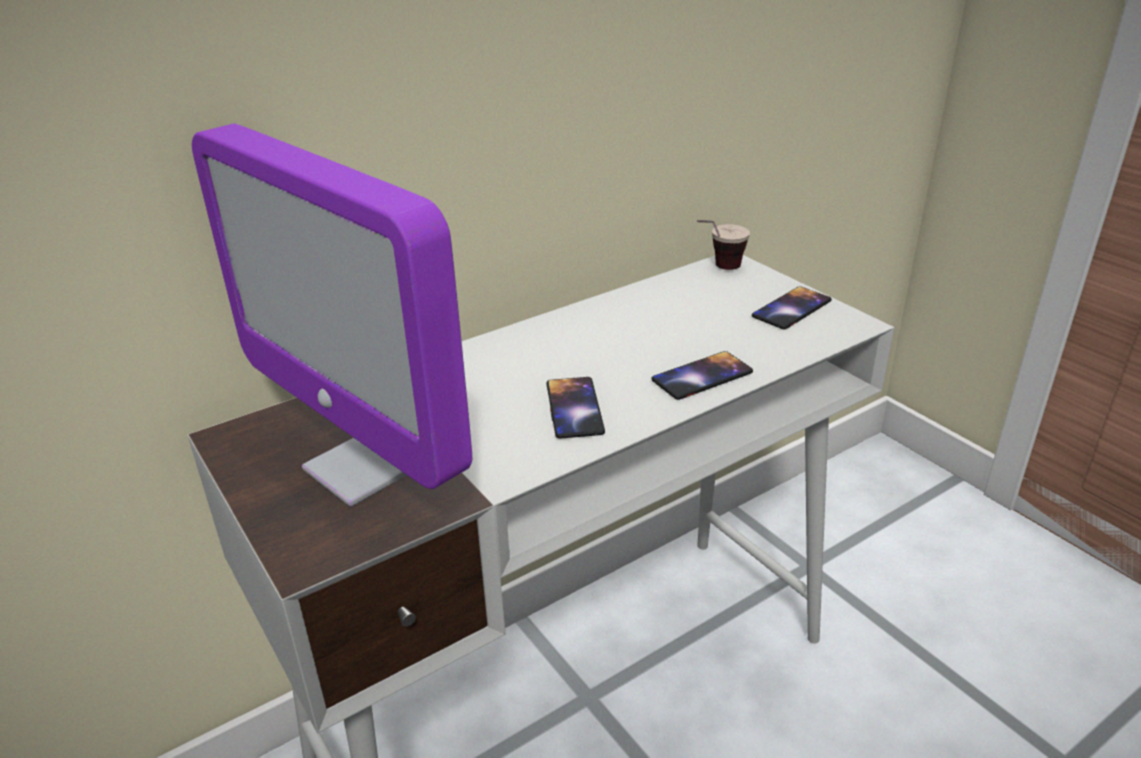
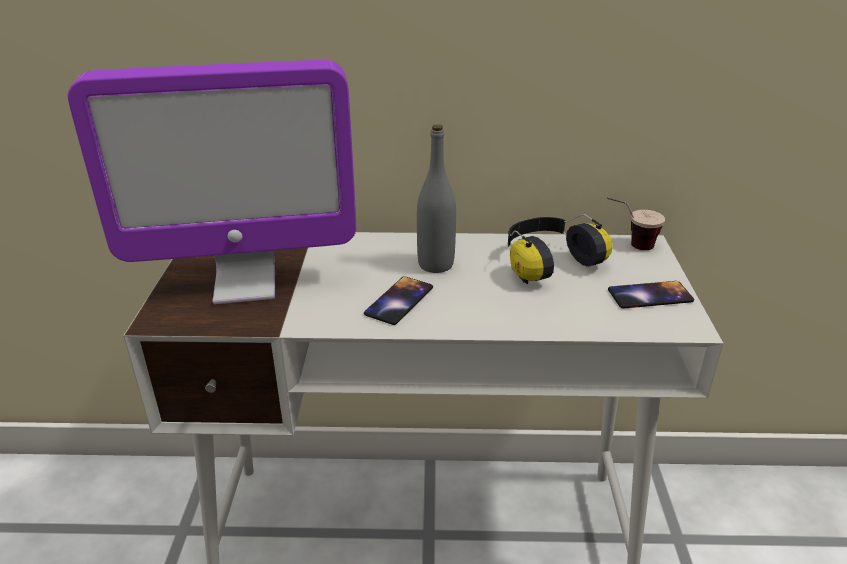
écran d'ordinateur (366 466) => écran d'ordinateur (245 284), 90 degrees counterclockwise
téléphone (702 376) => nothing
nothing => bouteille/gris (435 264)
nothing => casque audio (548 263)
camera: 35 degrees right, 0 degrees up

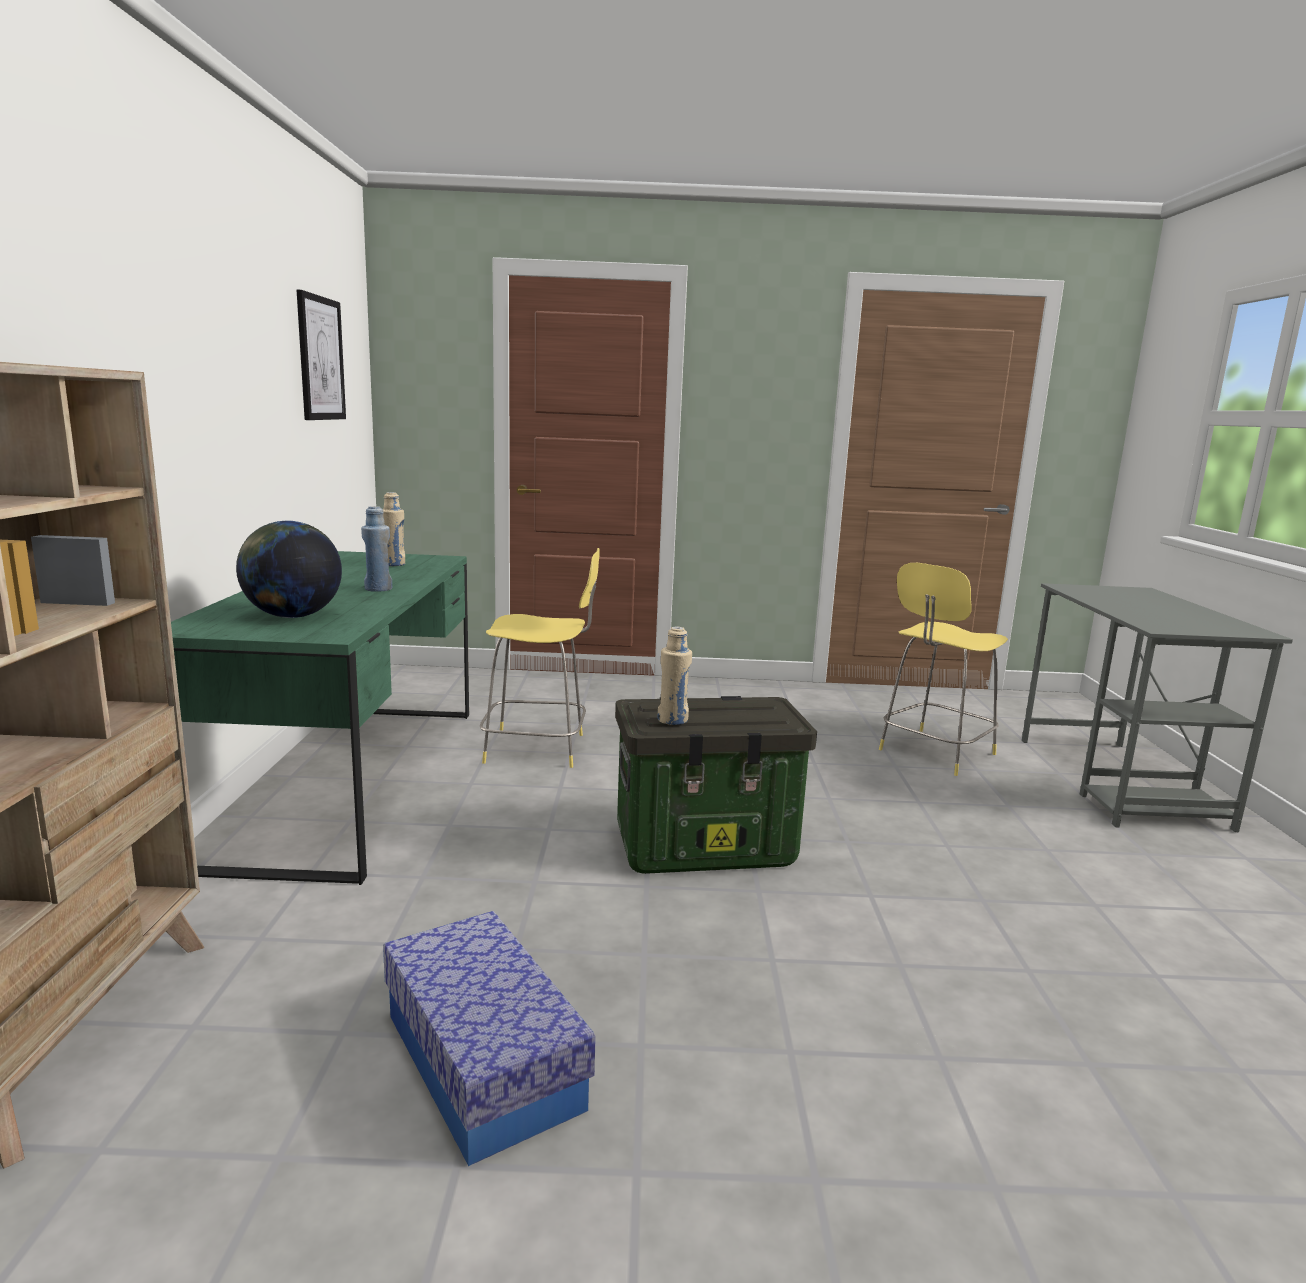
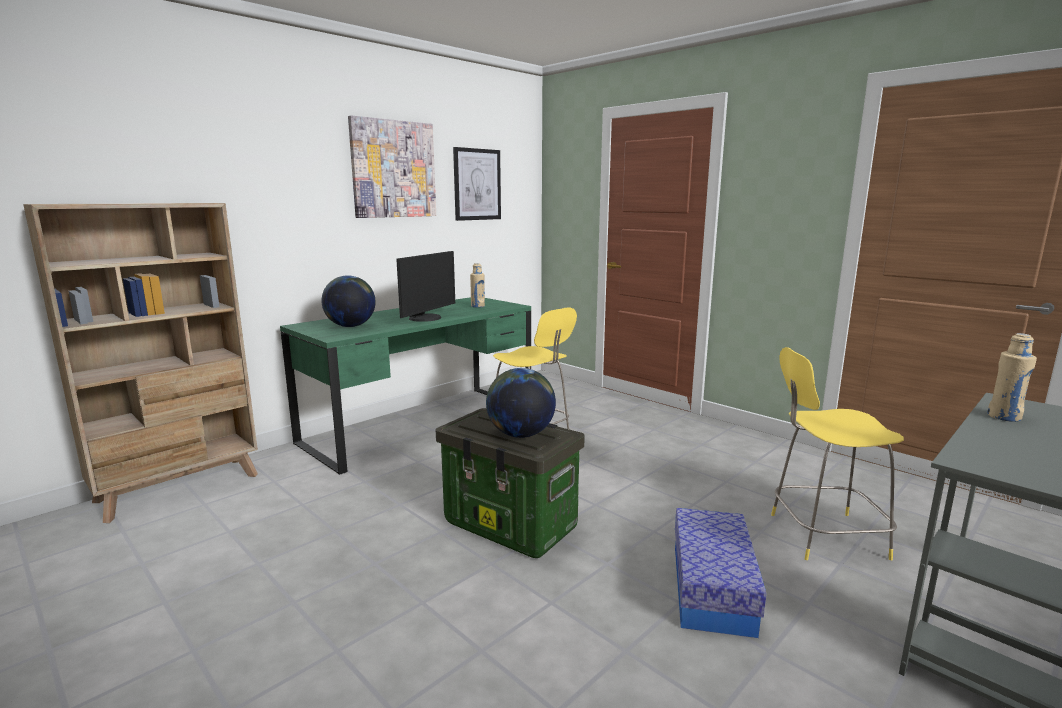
bouteille/bleu (378 589) => écran d'ordinateur (426 318)
boîte de rangement (482 1061) => boîte de rangement (711 588), shifted
bouteille/beige (672 720) => bouteille/beige (1004 417), shifted
nothing => tableau (393 169)
nothing => globe (520 434)
camera: 45 degrees right, 0 degrees up

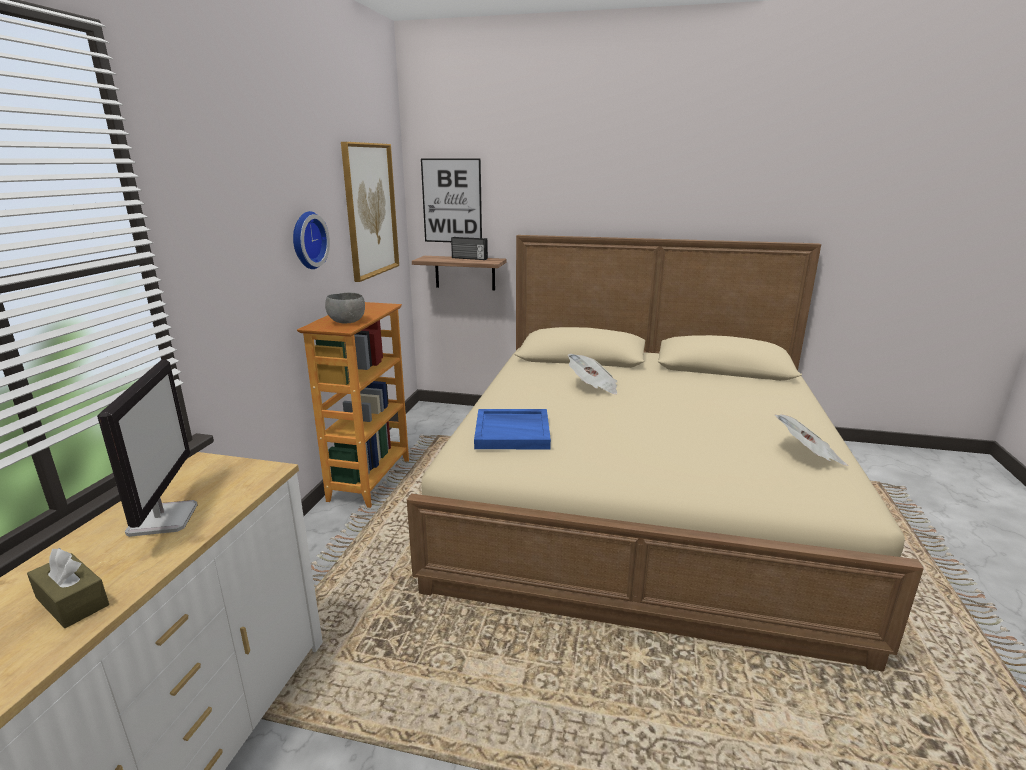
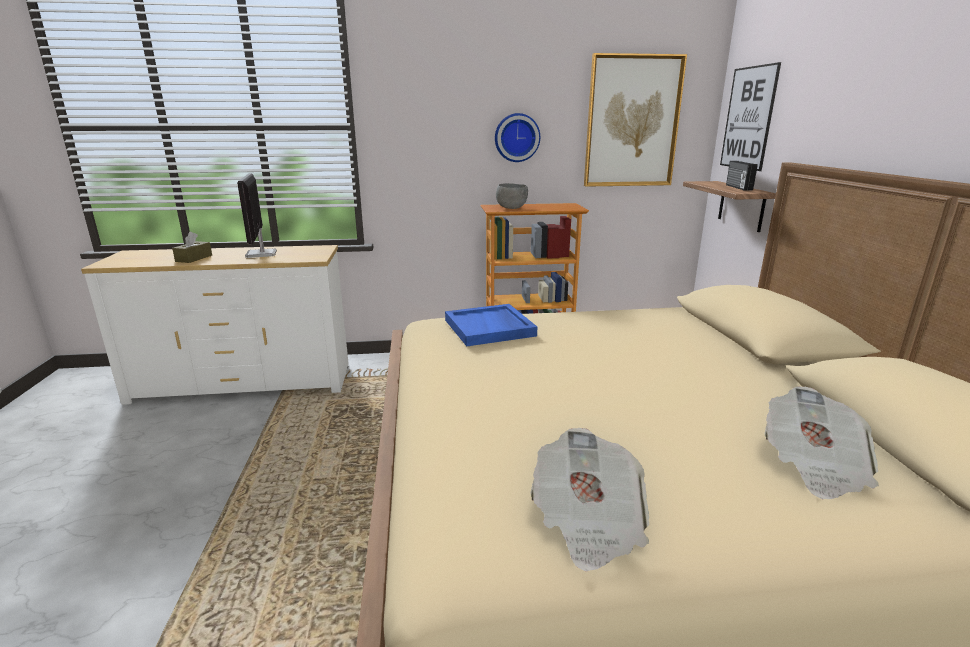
écran d'ordinateur (163 518) => écran d'ordinateur (261 254), 105 degrees clockwise
journal (593 387) => journal (814 466), shifted
camera: 70 degrees right, 0 degrees up

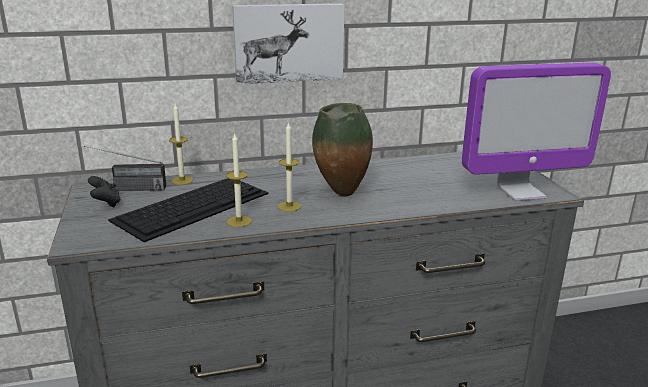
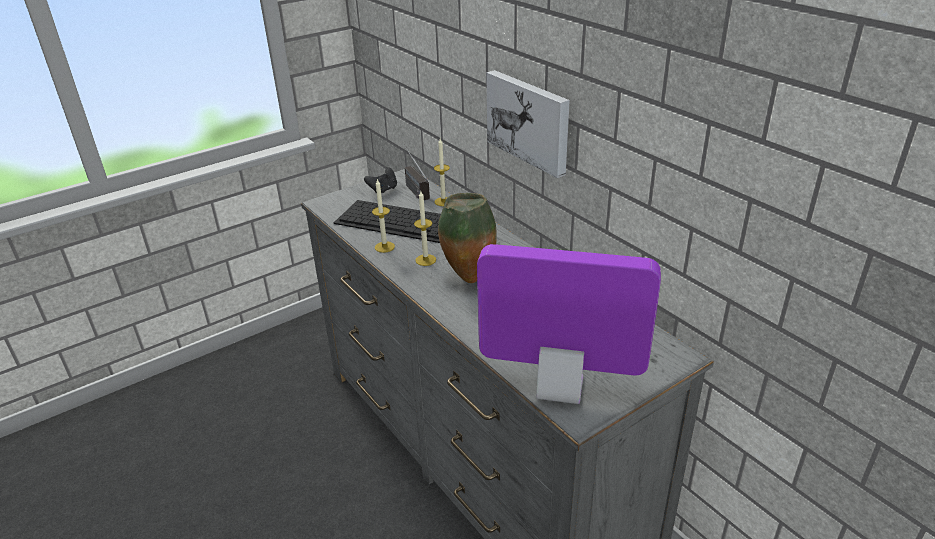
écran d'ordinateur (521 192) => écran d'ordinateur (560 389), 135 degrees clockwise
camera: 70 degrees right, 10 degrees up

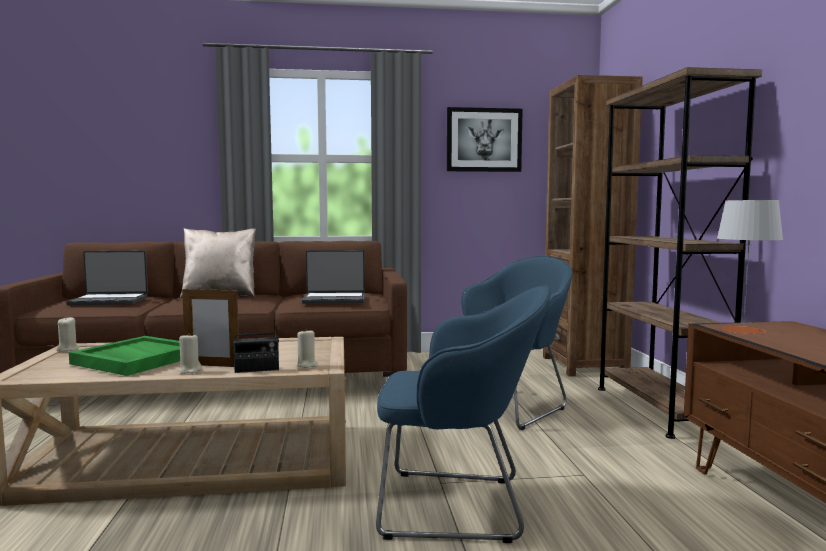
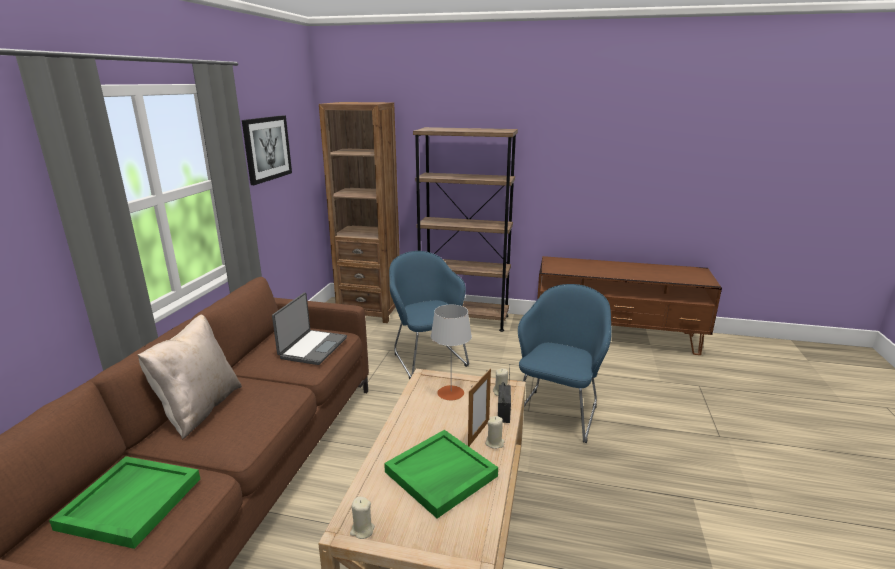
ordinateur portable (109 301) => plateau/vert (131 502)
lampe de table/gris (743 330) => lampe de table/gris (451 393), shifted
camera: 70 degrees left, 15 degrees up

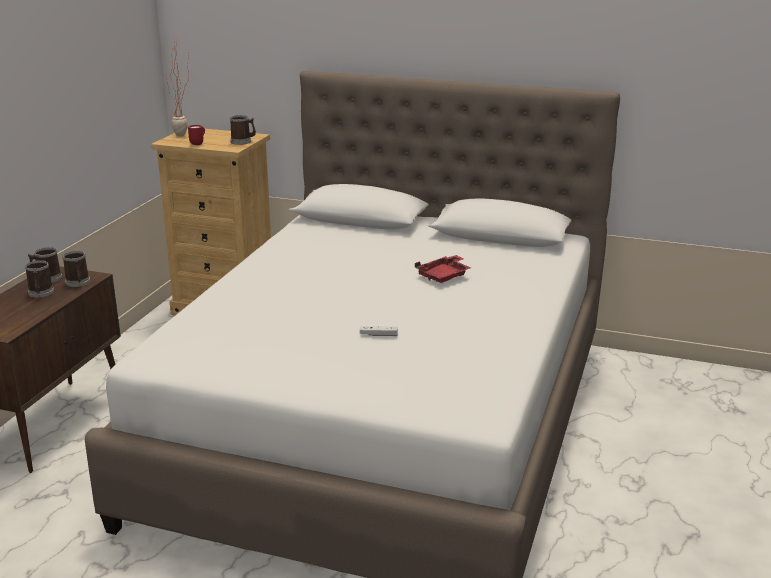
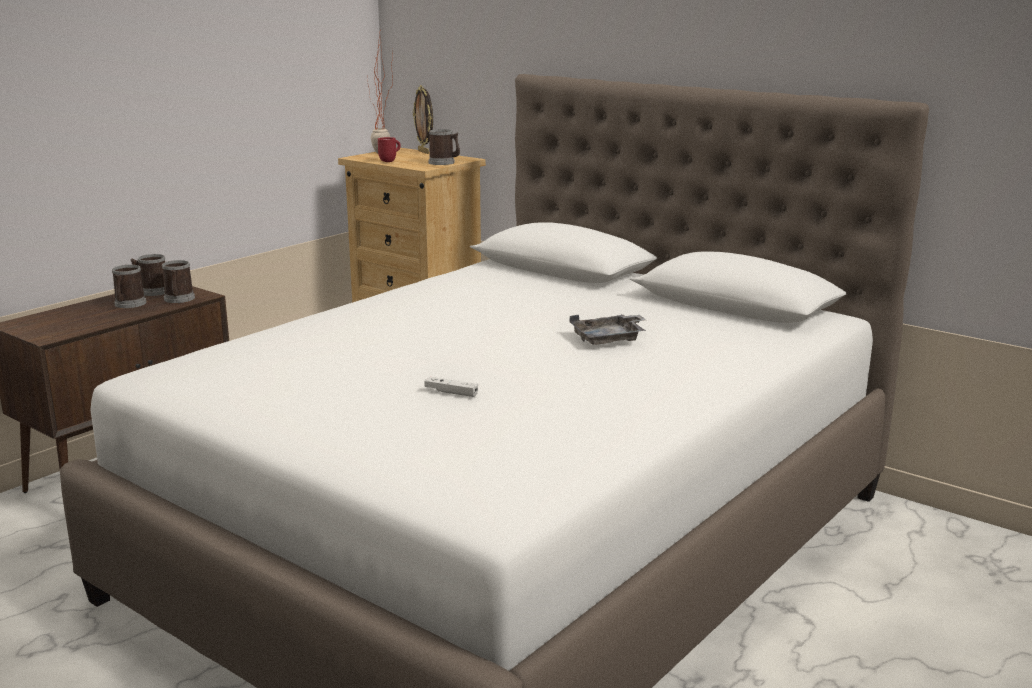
plateau/rouge (444 276) => plateau/gris (609 339)
nothing => cadre photo (424 152)
camera: 20 degrees right, 5 degrees down

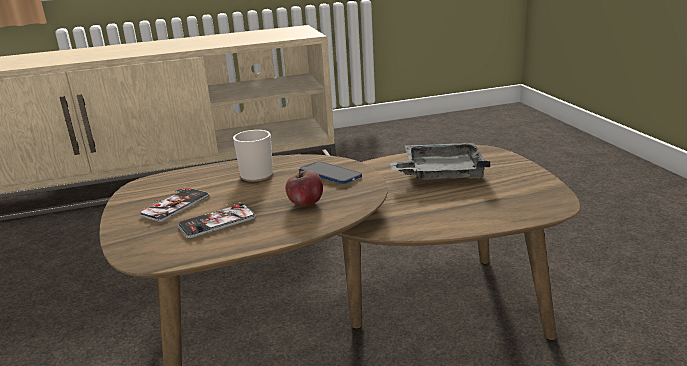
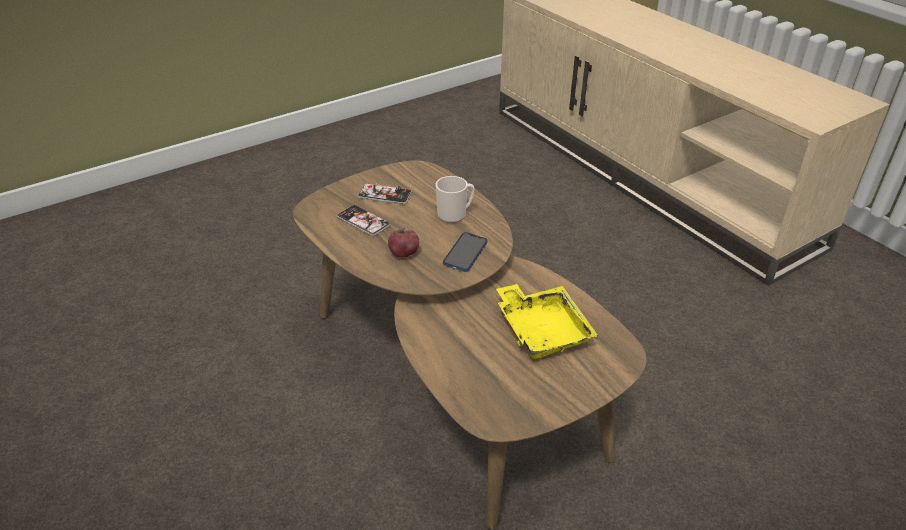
plateau/gris (440 173) => plateau/jaune (542 330)
camera: 70 degrees right, 15 degrees up

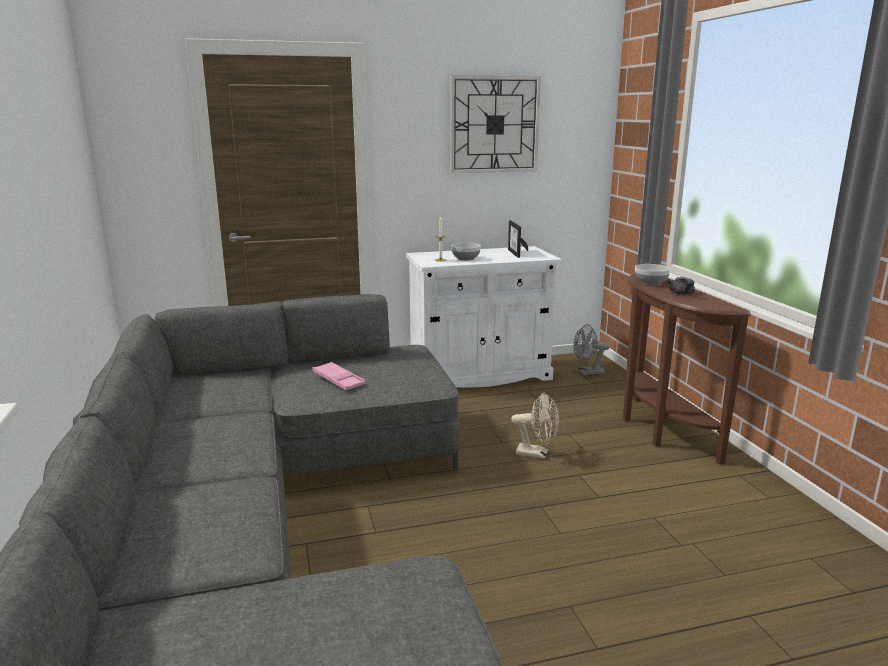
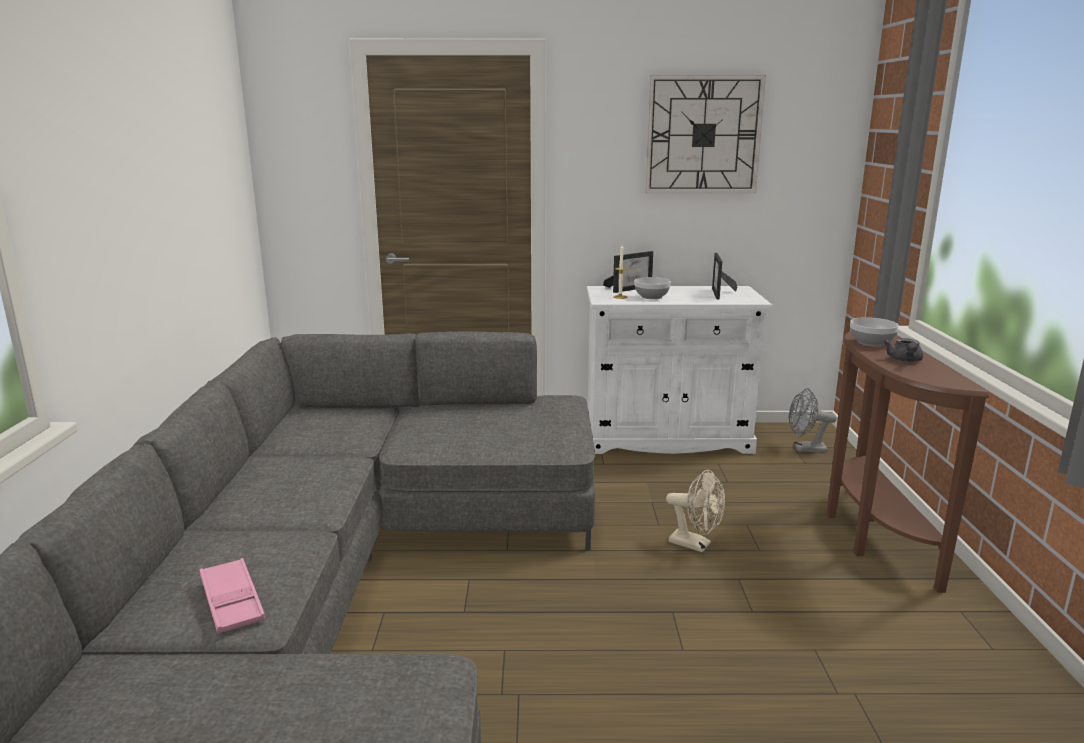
plateau/rose (338 380) => plateau/rose (232 601), shifted
nothing => cadre photo (630 288)
camera: 15 degrees right, 0 degrees up

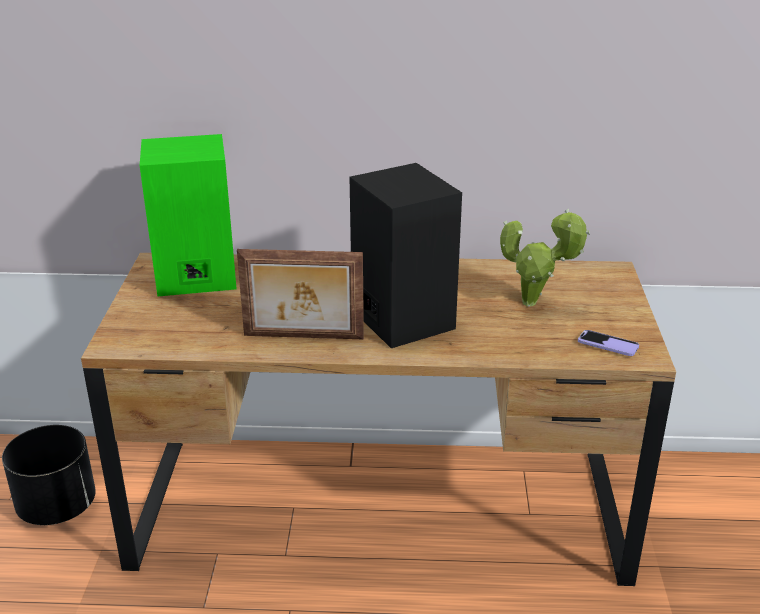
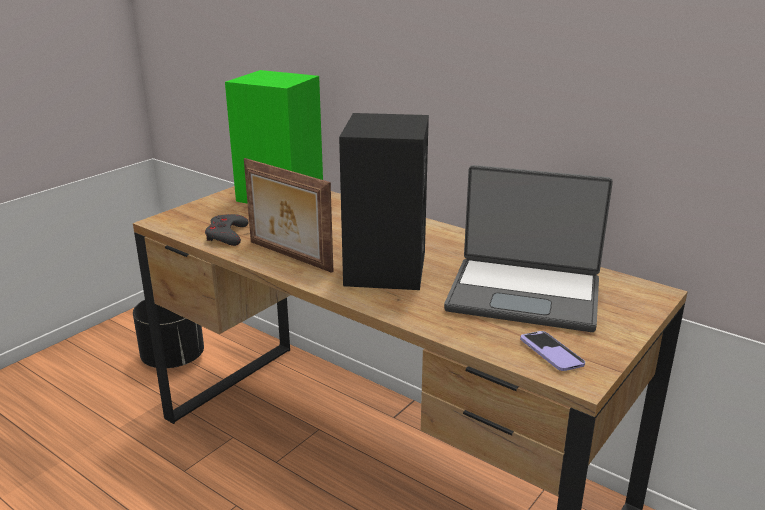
plante en pot (534 304) => ordinateur portable (524 294)
nothing => manette/gris (227 235)
camera: 35 degrees right, 5 degrees down

